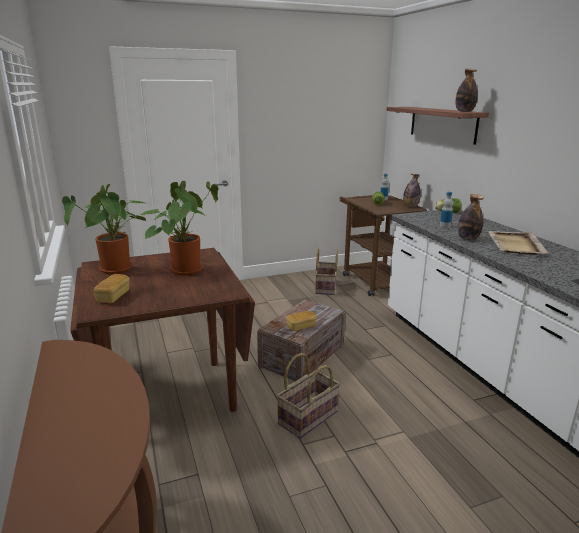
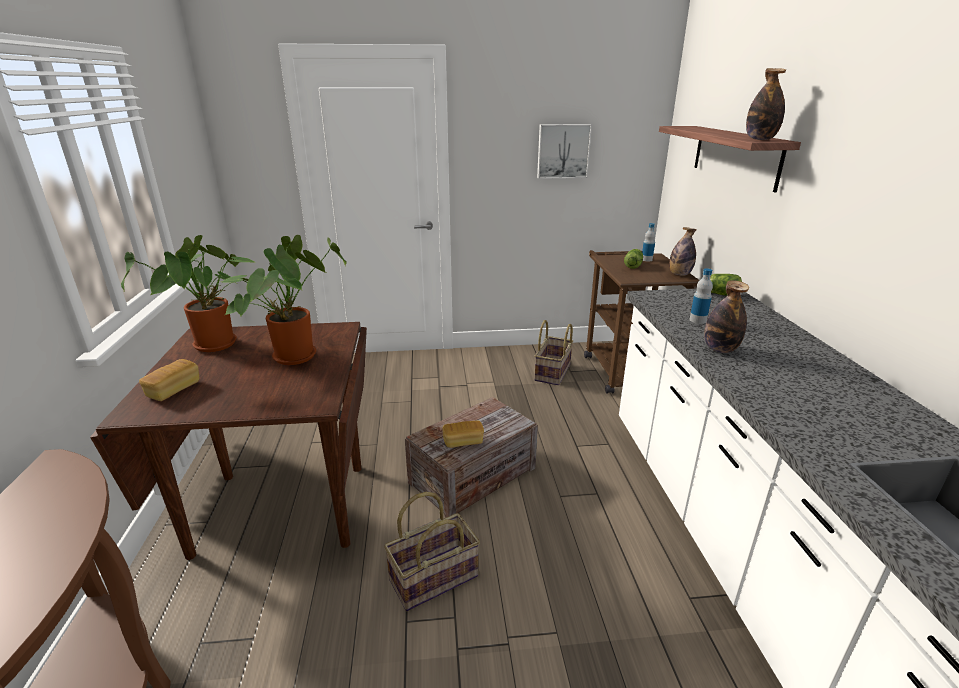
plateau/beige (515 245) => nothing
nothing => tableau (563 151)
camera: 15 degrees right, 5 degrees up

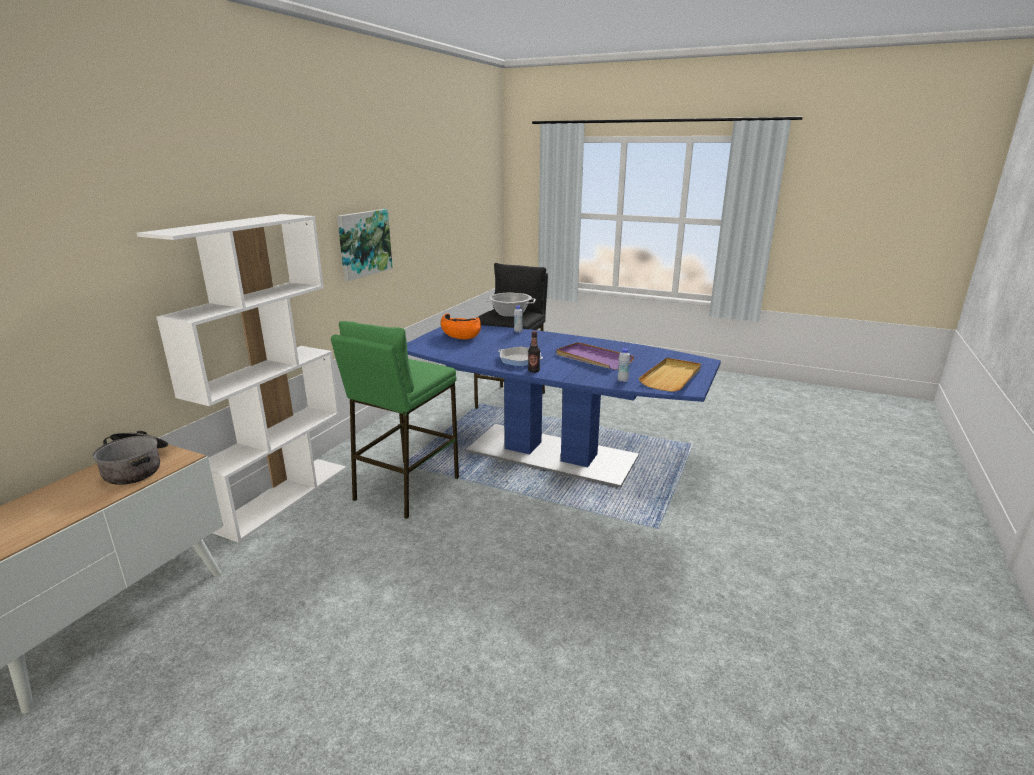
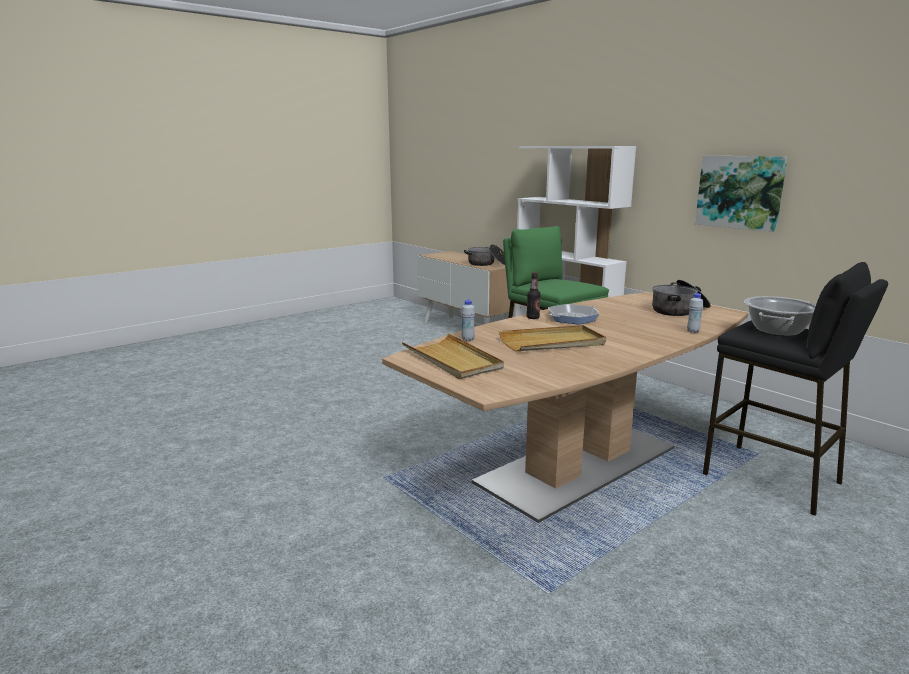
table à manger/bleu (550 454) => table à manger/marron (579 465)
bol/orange (460 336) => marmite (679 310)
plateau/violet (593 359) => plateau/beige (552 342)
camera: 115 degrees right, 5 degrees down

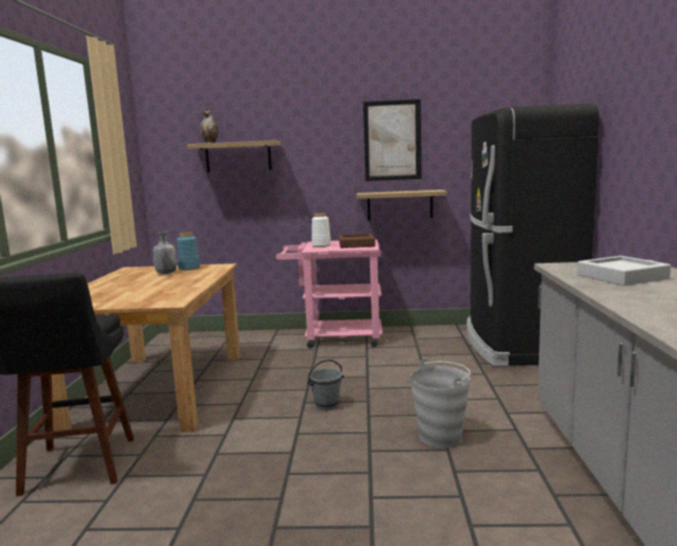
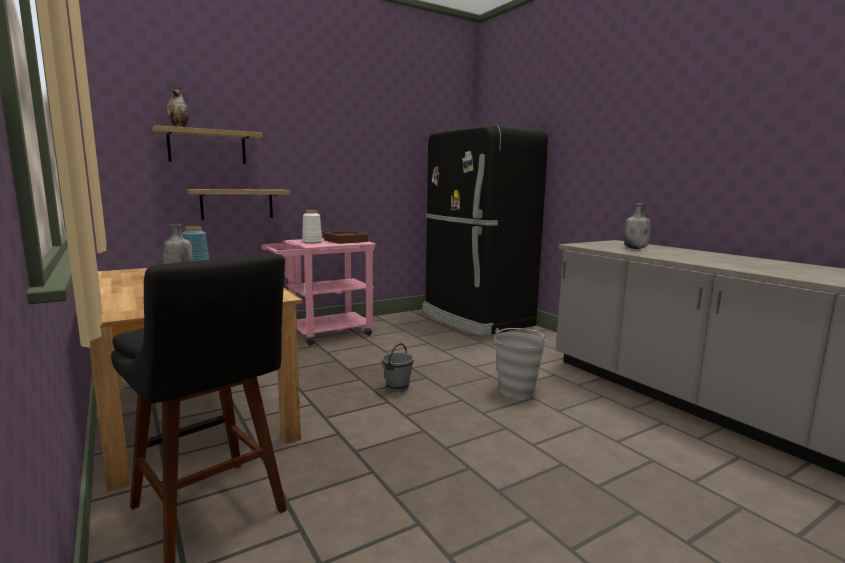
étagère (400 205) => étagère (237 204), shifted
tableau (392 140) => nothing
plateau/gris (621 277) => bouteille/gris (635 248)
camera: 35 degrees left, 0 degrees up

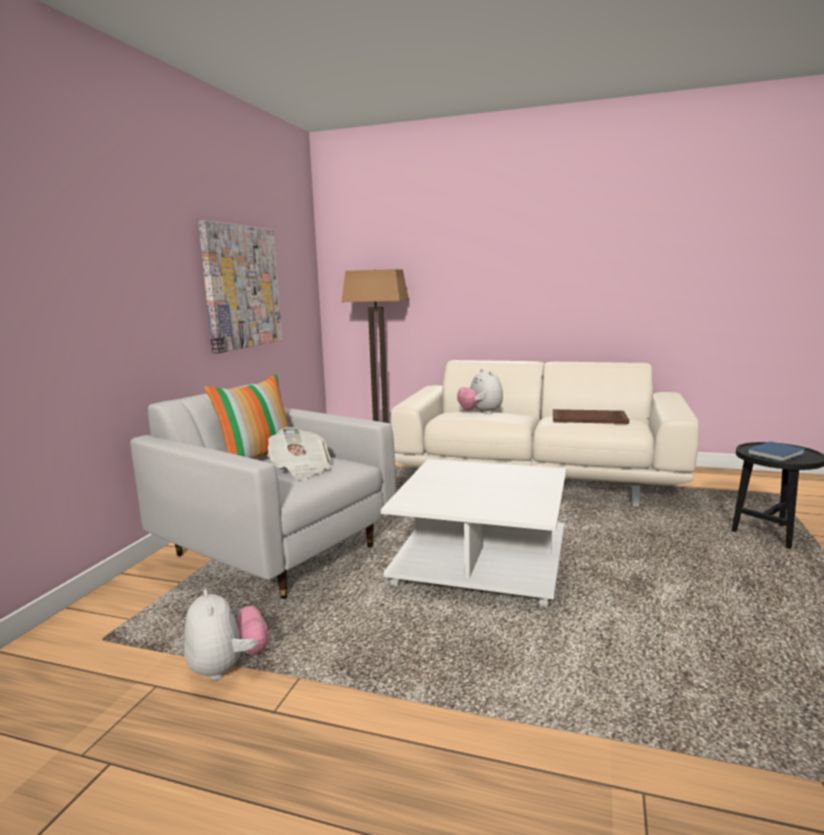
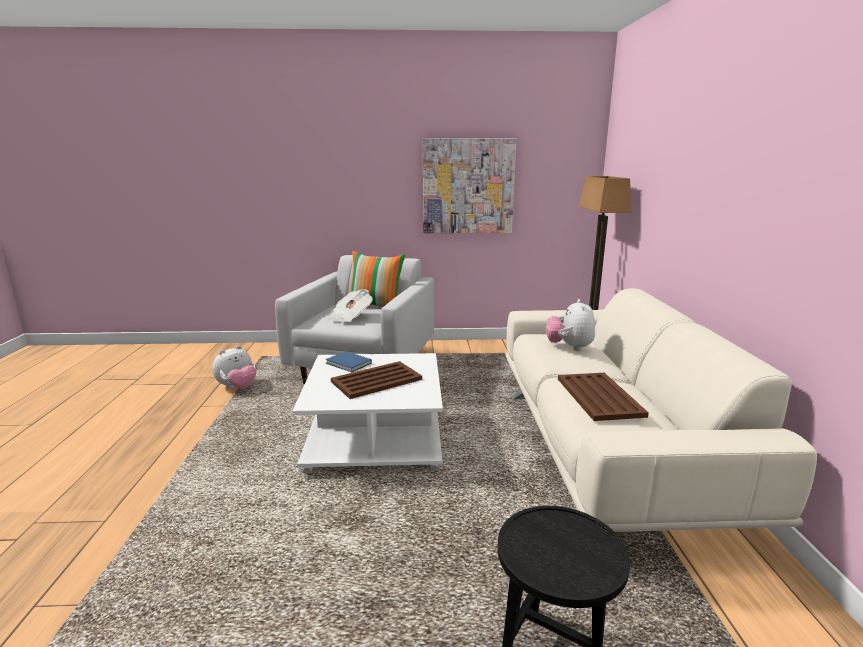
peluche (480 413) => peluche (569 347), 45 degrees counterclockwise
livre/bleu (777 454) => livre/bleu (349 364), shifted
nothing => plateau/marron (375 381)
camera: 70 degrees right, 5 degrees up

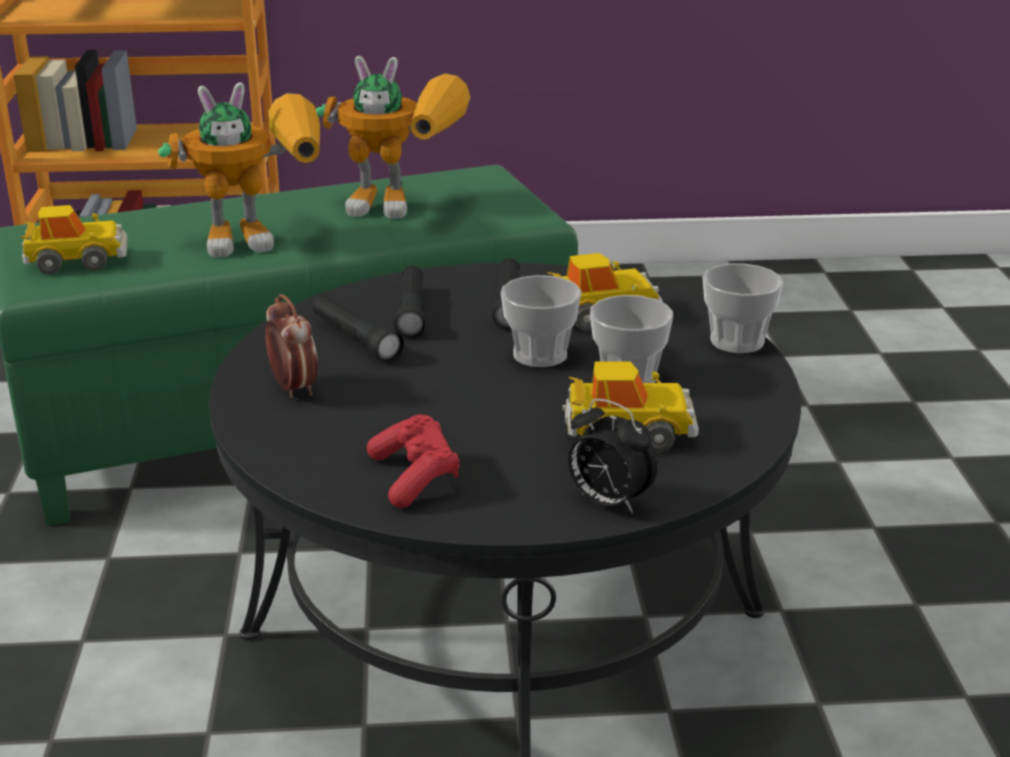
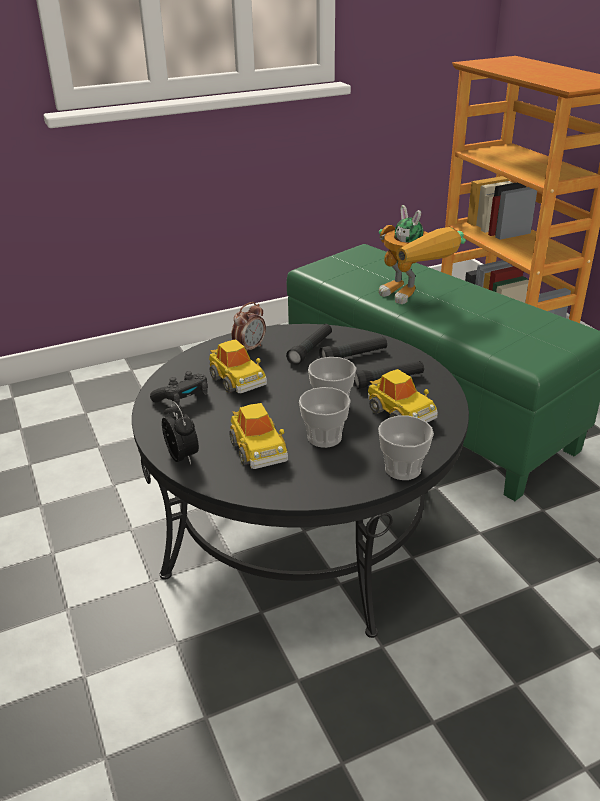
petite voiture (76 261) => petite voiture (237 380), shifted
robot jouet (406 207) => nothing
manette/rouge (414 477) => manette/noir (183 398)
réveil (608 502) => réveil (183 457), 135 degrees clockwise
camera: 70 degrees right, 5 degrees up

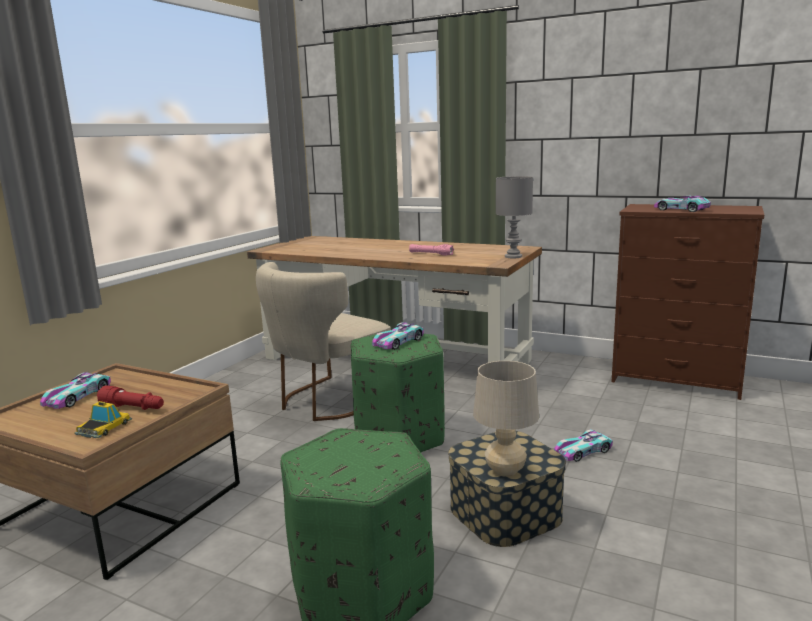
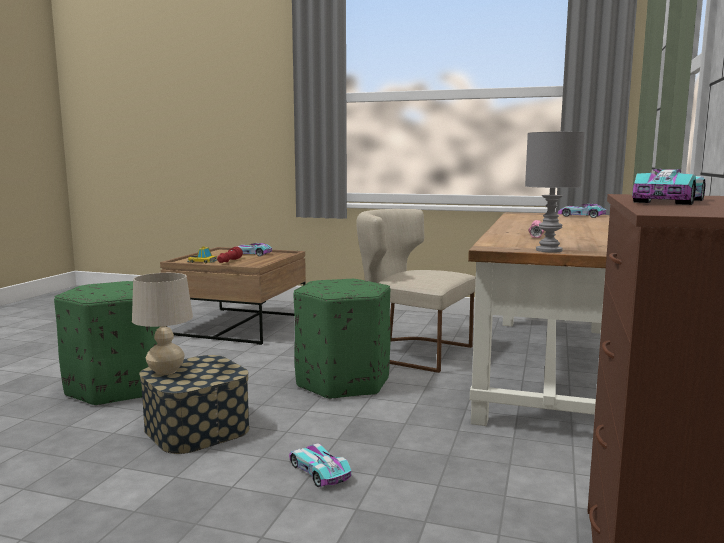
petite voiture (398 342) => petite voiture (581 216), shifted
camera: 80 degrees right, 5 degrees down

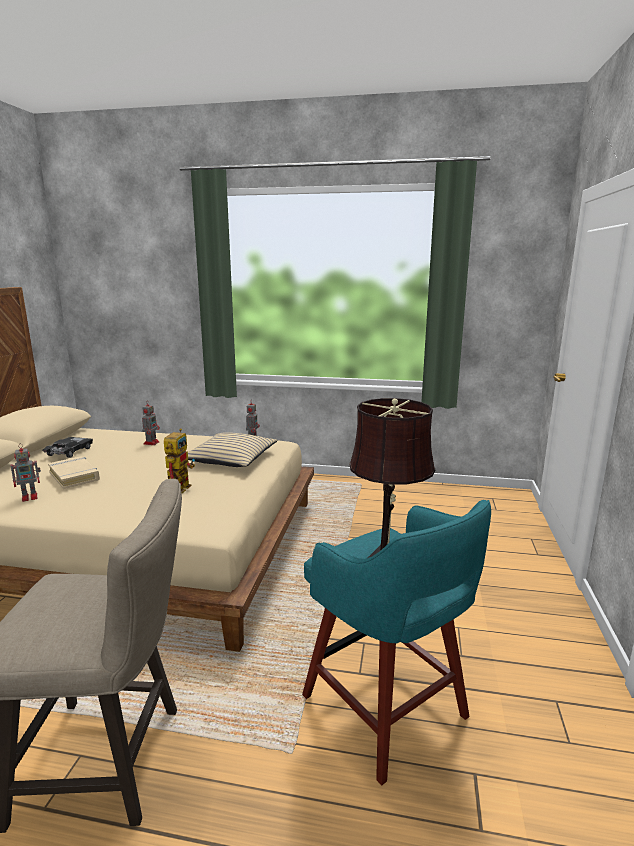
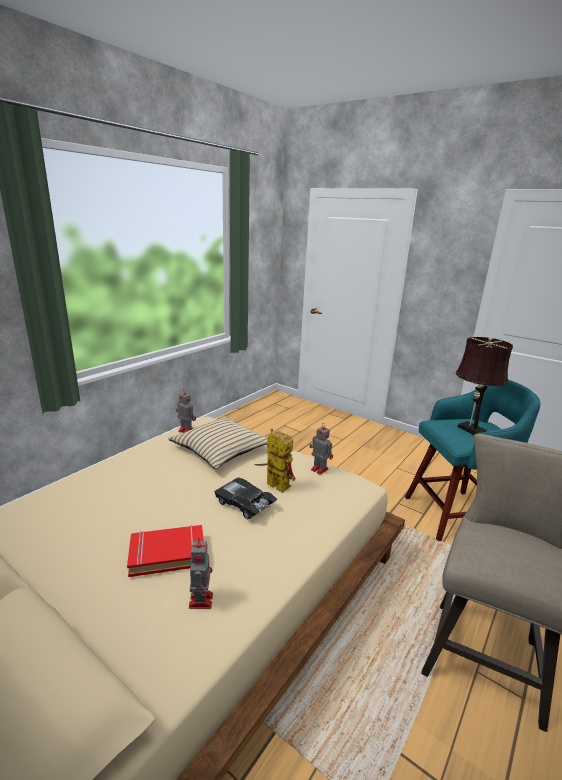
petite voiture/noir (69 452) => petite voiture/noir (245 504), shifted
livre/beige (74 476) => livre/rouge (167 554)
robot jouet (151 442) => robot jouet (319 469), shifted
camera: 65 degrees left, 5 degrees up

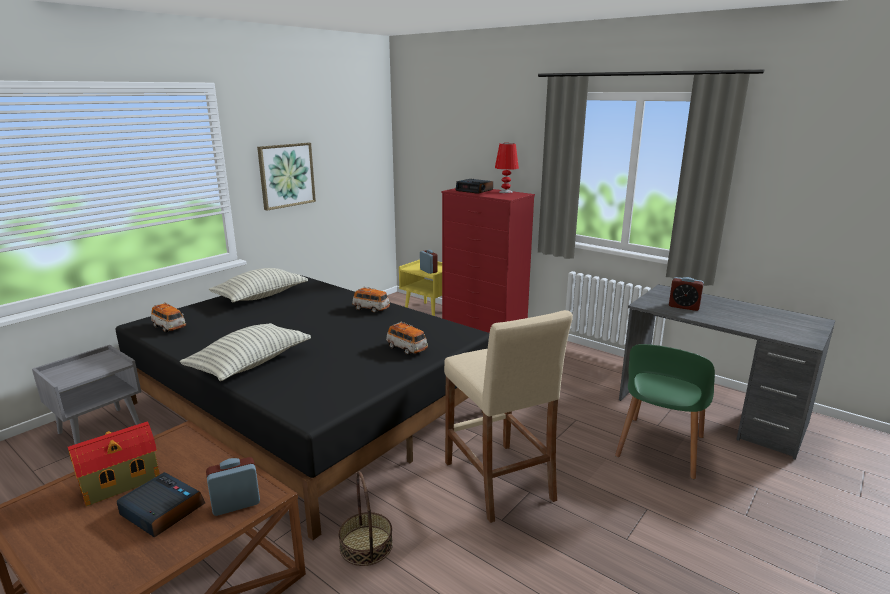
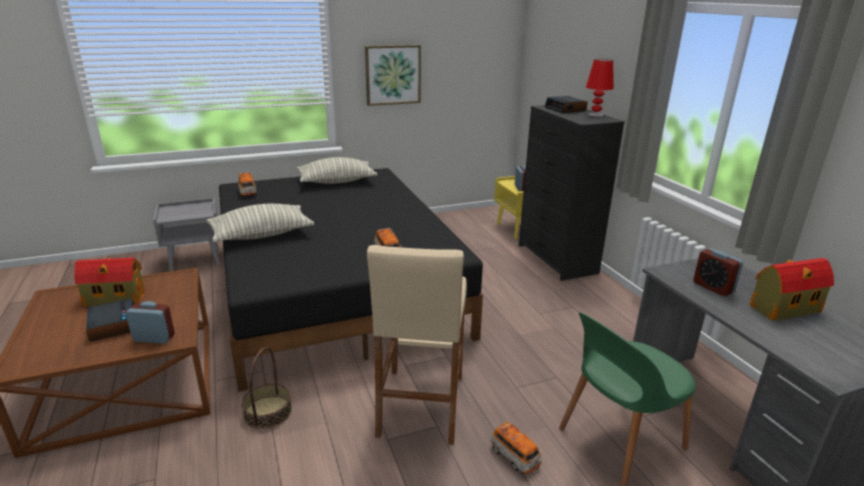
petite voiture (371 309) => petite voiture (514 457), shifted
commode/rouge (484 329) => commode/noir (557 259)
nothing => maison miniature (783 309)
camera: 30 degrees right, 5 degrees up

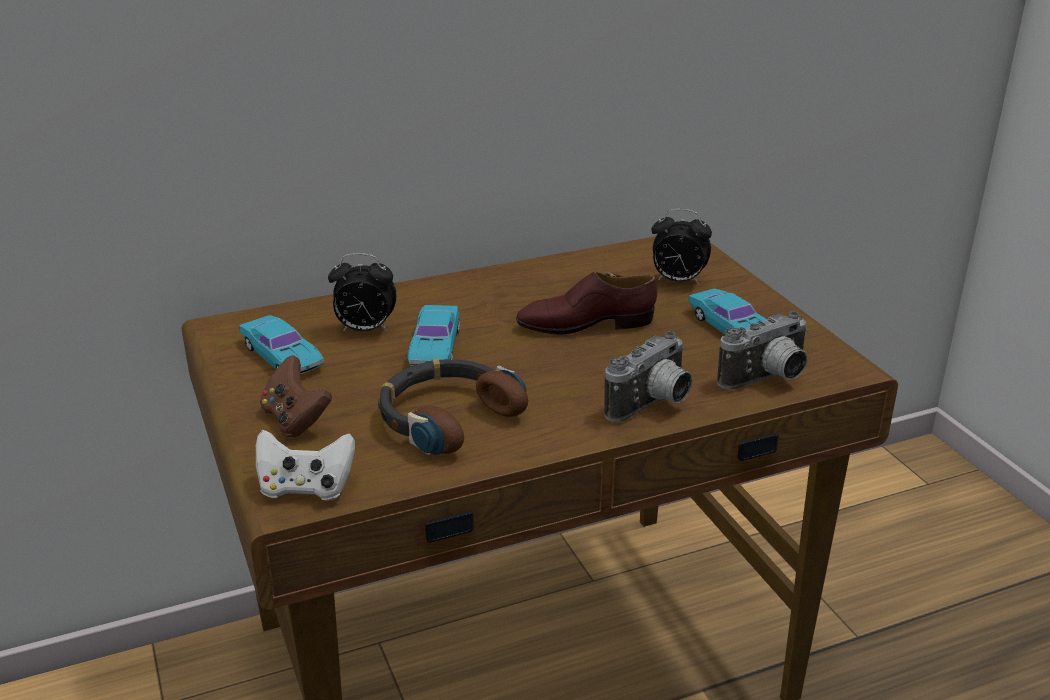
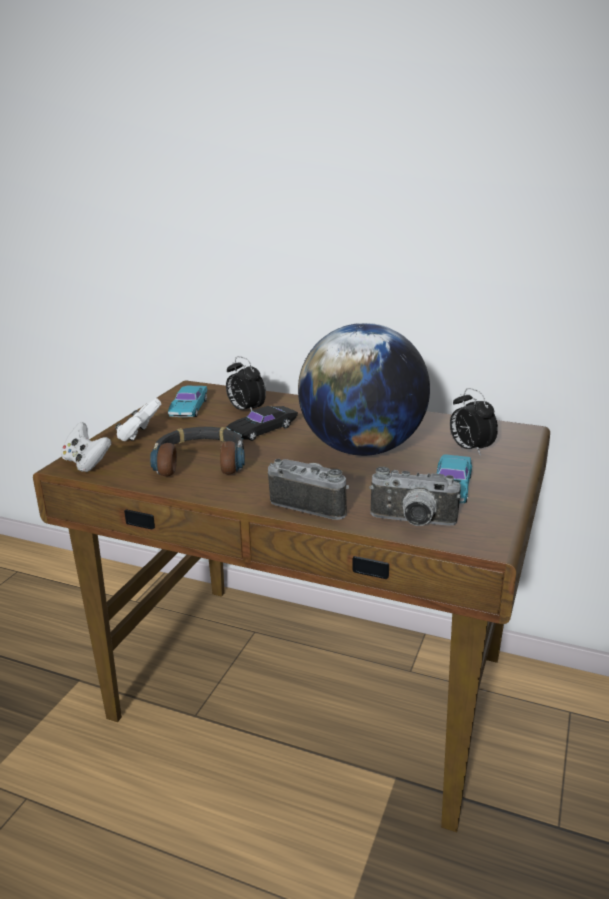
manette/marron (295 420) => manette/blanc (139 435)
petite voiture/turquoise (435 345) => petite voiture/noir (262 429)
chaussure/marron (585 324) => globe (362 449)
appareil photo (653 405) => appareil photo (312 504), 150 degrees counterclockwise
camera: 45 degrees right, 5 degrees down

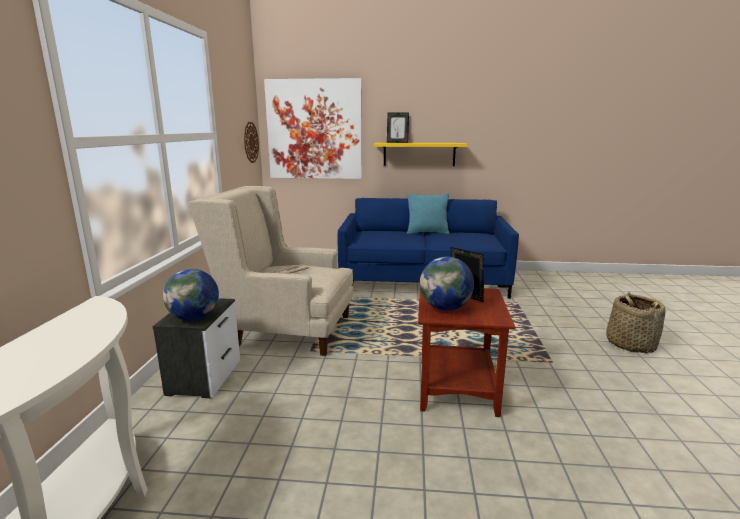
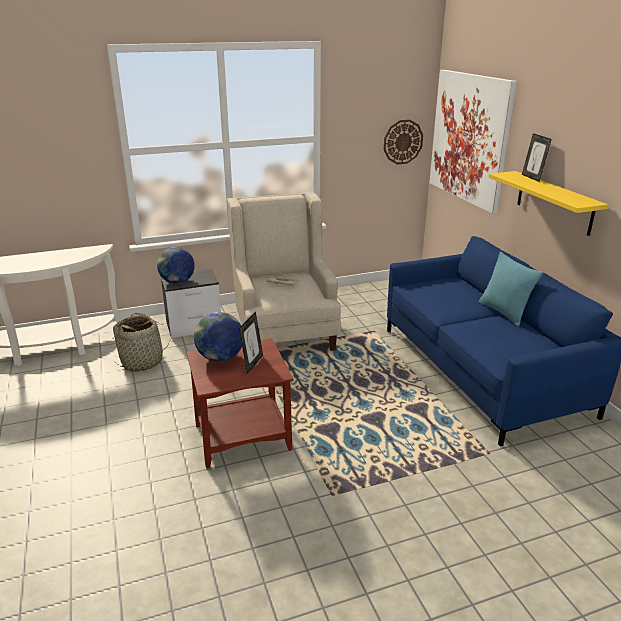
panier (630 344) => panier (142 362), shifted
camera: 65 degrees right, 10 degrees up

